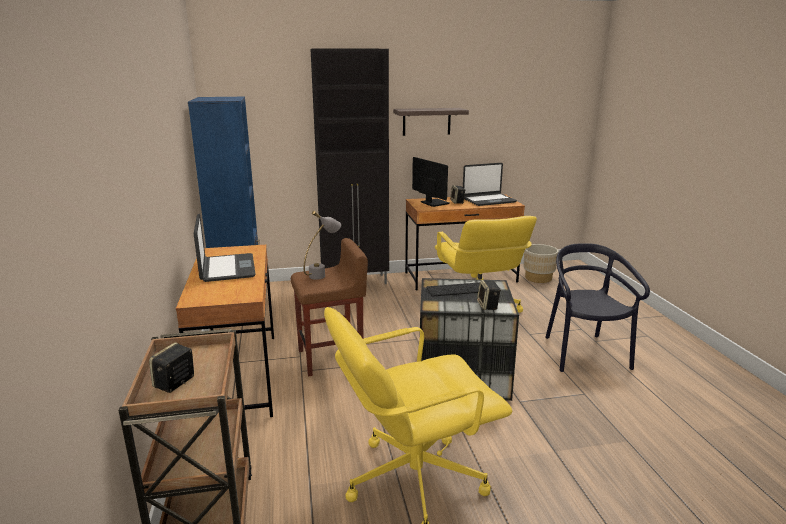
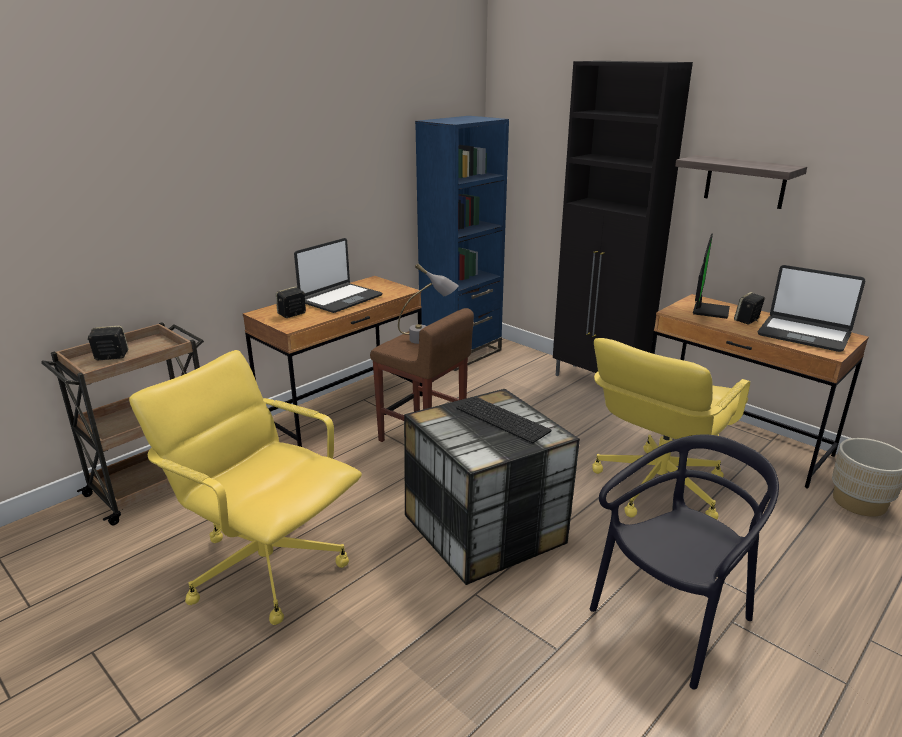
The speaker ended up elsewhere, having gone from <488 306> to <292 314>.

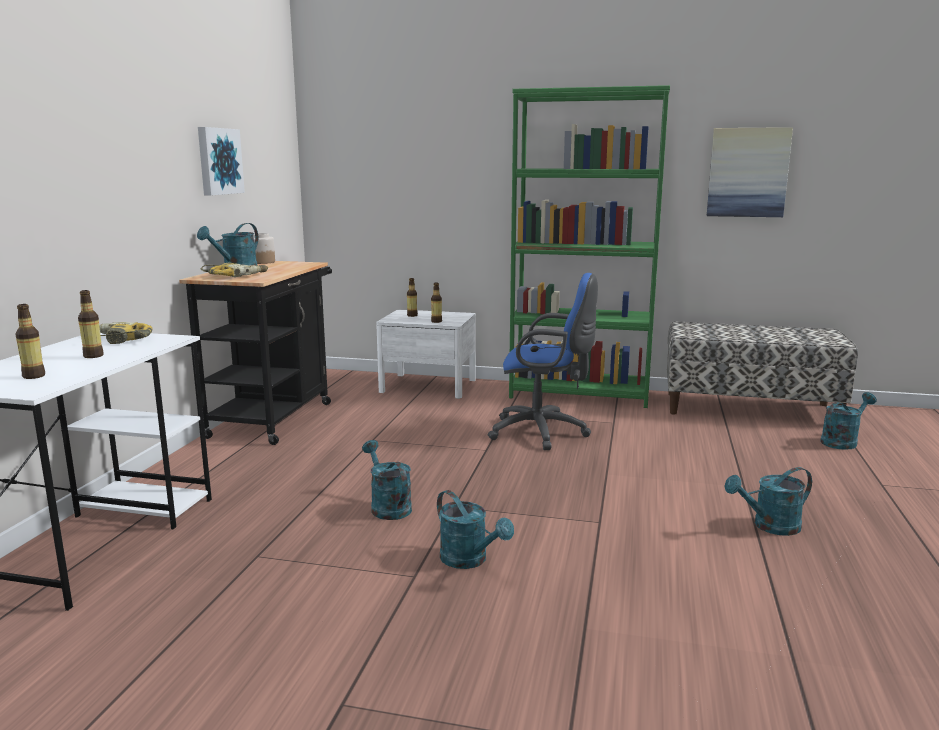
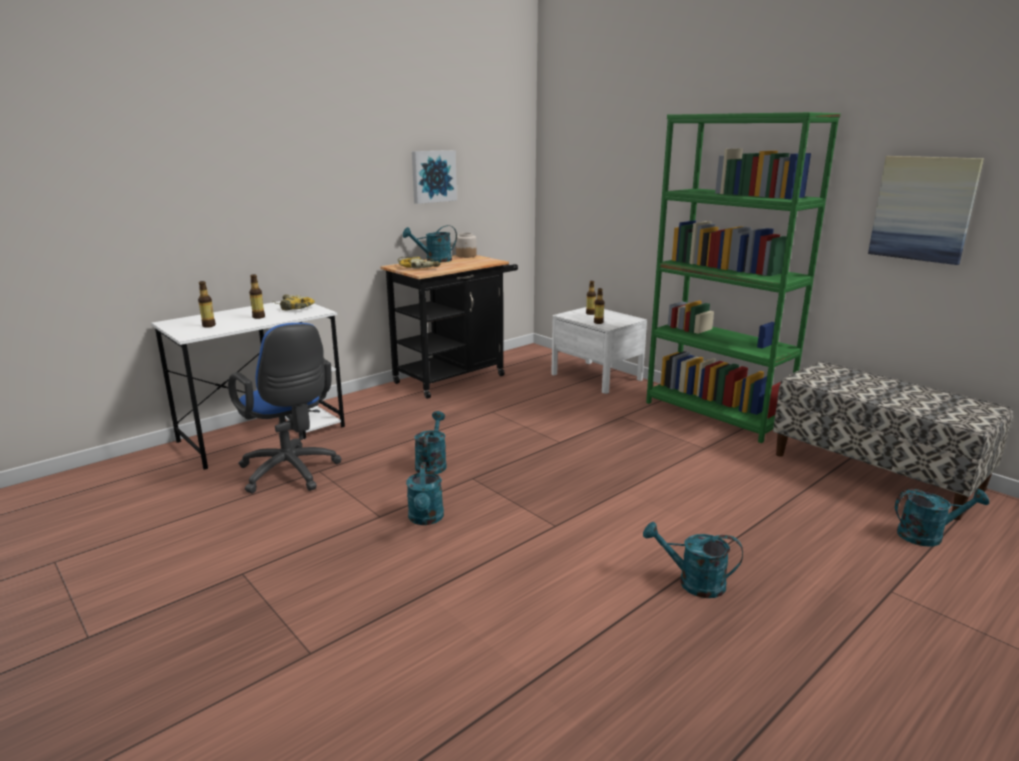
The blue_office_chair ended up elsewhere, having gone from <543 433> to <291 473>.

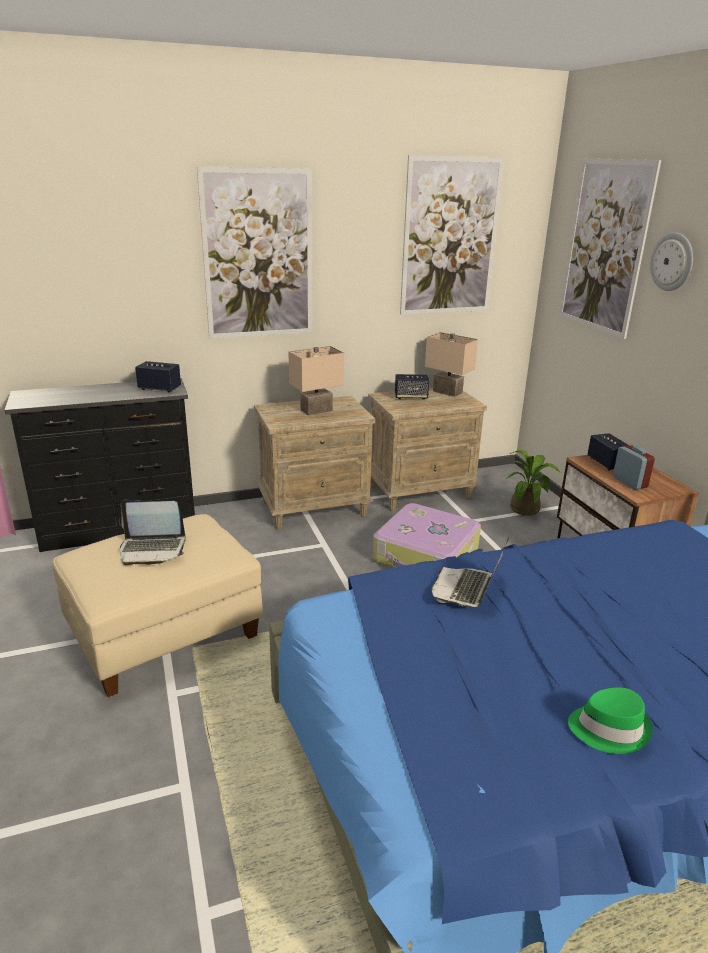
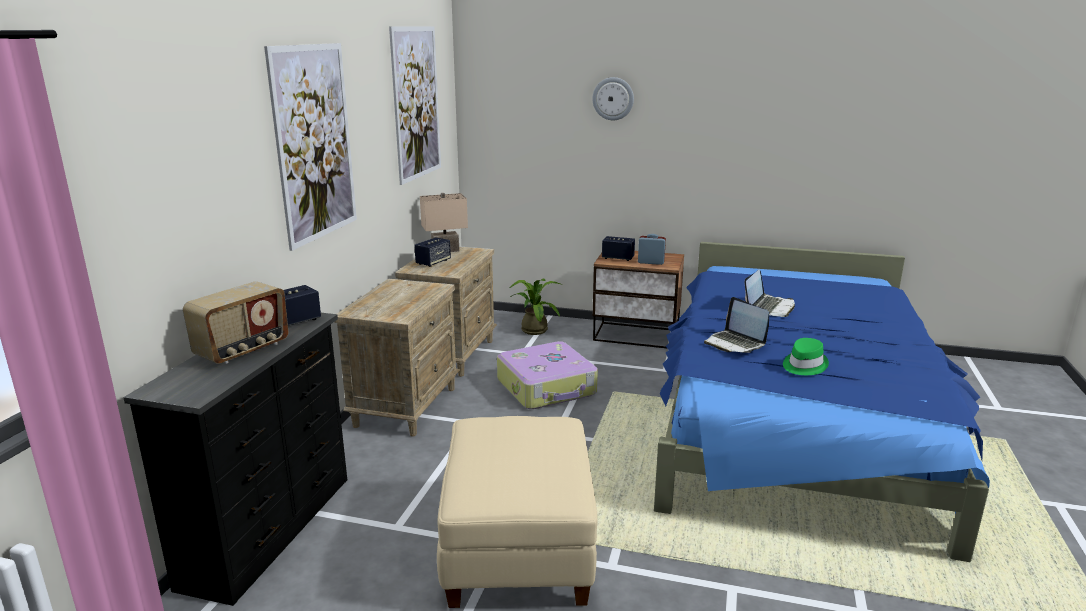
The laptop ended up elsewhere, having gone from <152 549> to <769 307>. The second view lost the beige_table_lamp at <316 411>. The second view lost the picture at <605 247>. The green_hat ended up elsewhere, having gone from <608 728> to <803 365>. The second view gained the radio at <243 350>.

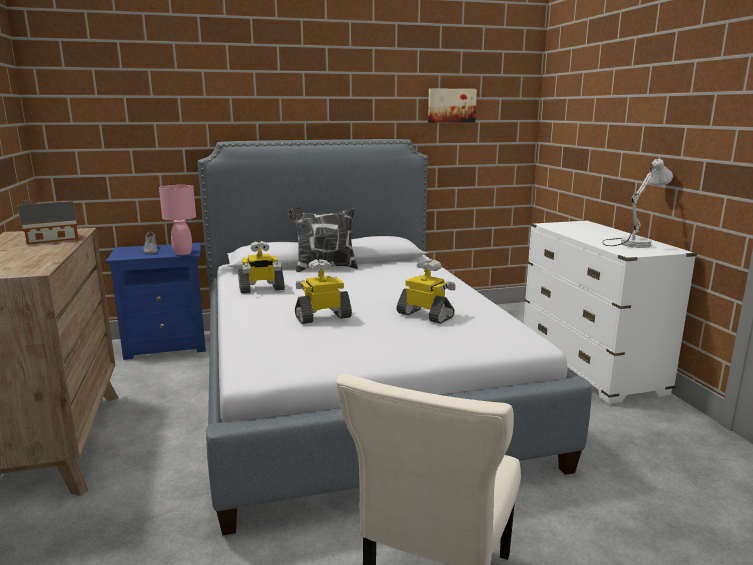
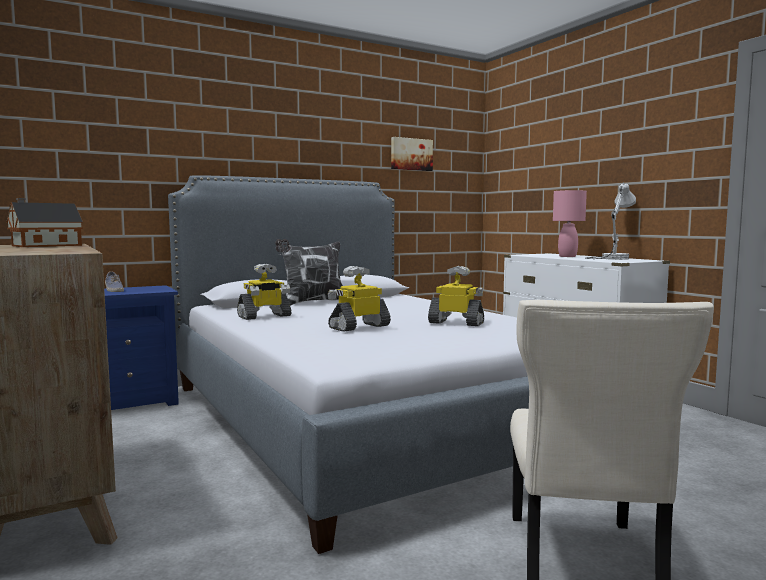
The pink_table_lamp ended up elsewhere, having gone from <183 253> to <567 256>.

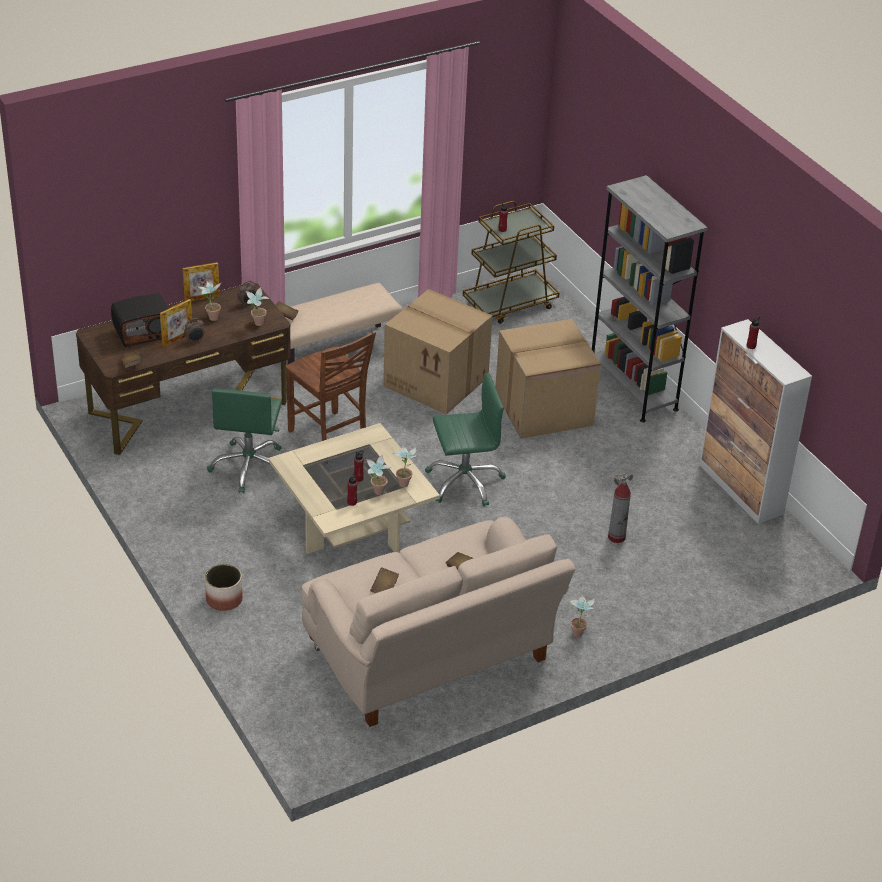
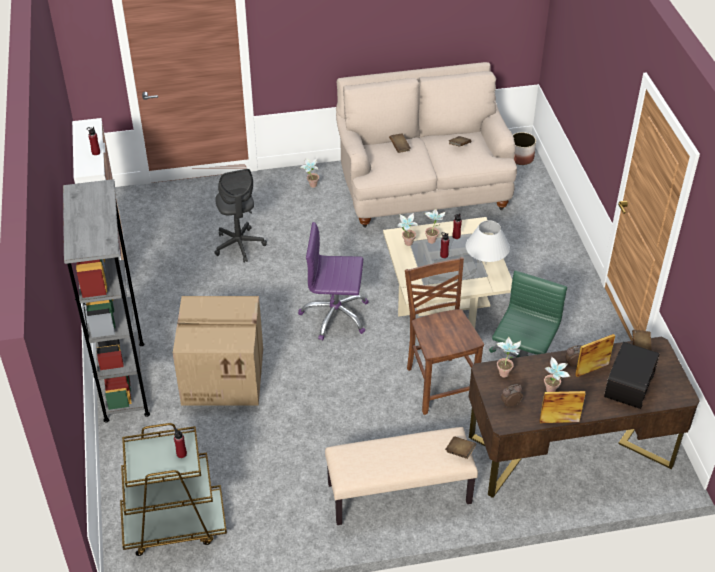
The radio at <143 332> ended up facing another way, 120 degrees clockwise from before. The planter ended up elsewhere, having gone from <224 599> to <521 158>. The second view lost the cardboard_box at <437 381>. What was the green_office_chair at <464 482> turned into the purple_office_chair at <335 316>. Where the fire_extinguisher stood at <616 537>, the grey_office_chair came to stand at <239 245>. The second view gained the white_table_lamp at <485 264>.

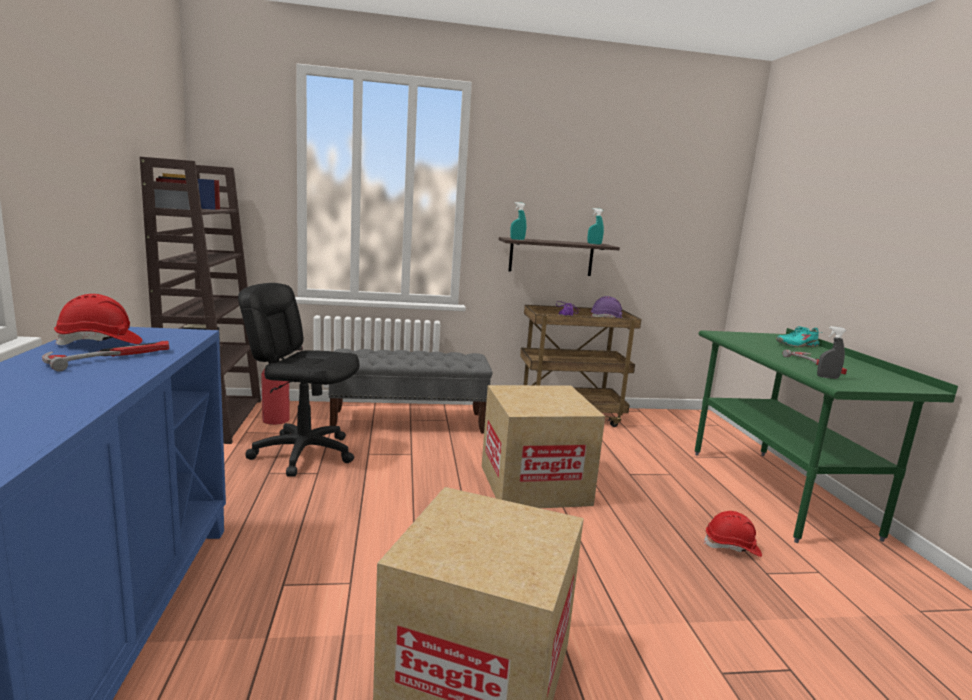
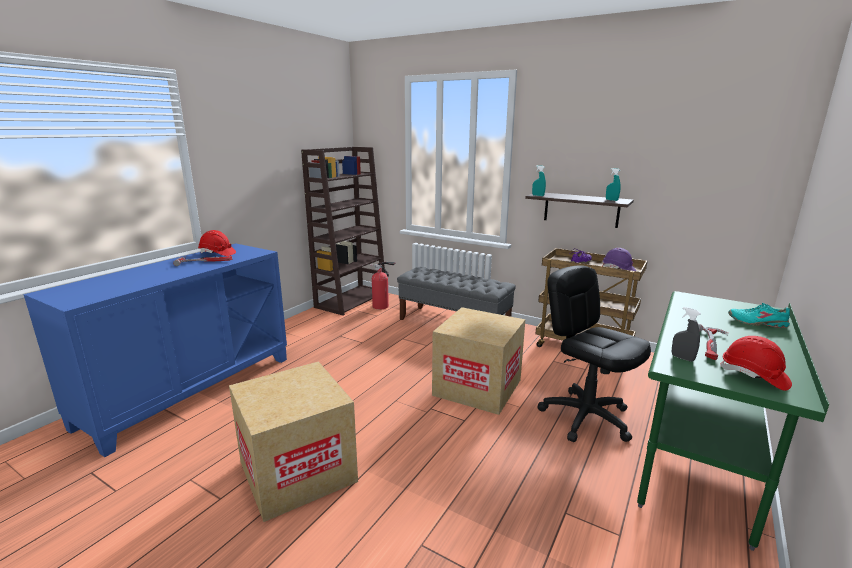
The black_office_chair ended up elsewhere, having gone from <303 453> to <586 417>. The red_hard_hat ended up elsewhere, having gone from <732 547> to <754 376>.

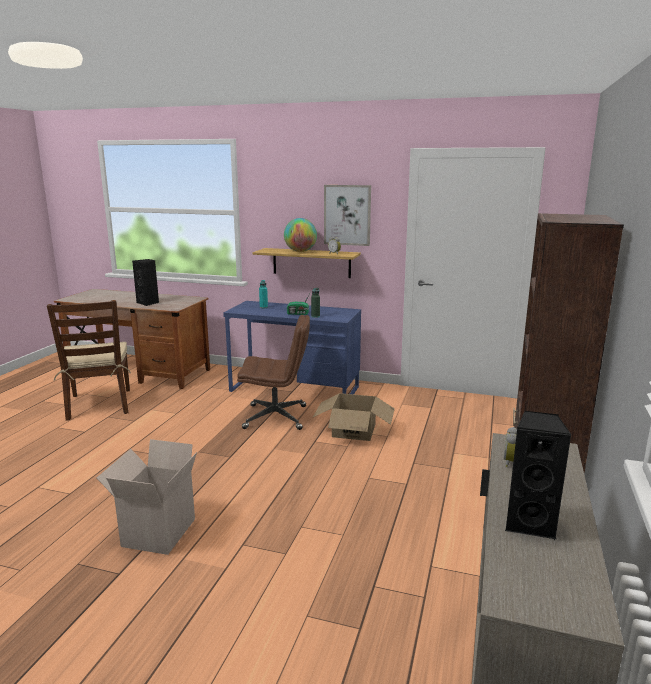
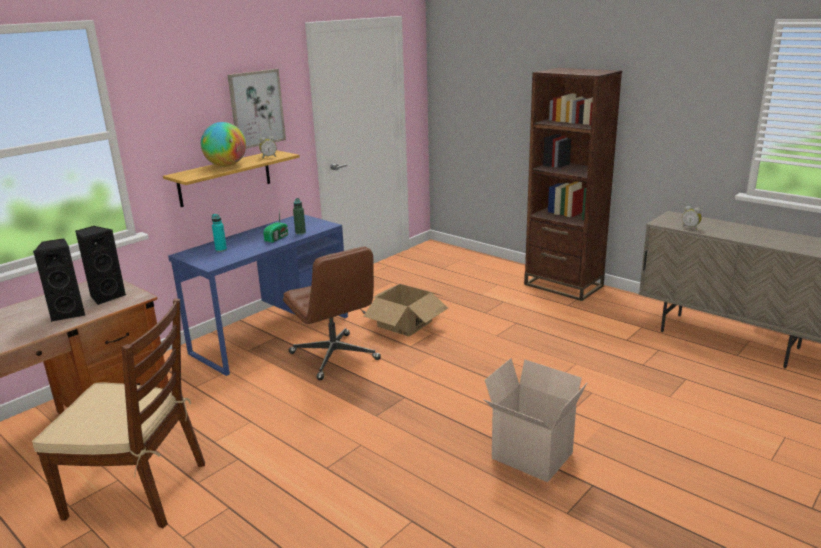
The brown_office_chair at <276 417> ended up facing another way, 120 degrees clockwise from before. The black_speaker ended up elsewhere, having gone from <530 523> to <106 296>.

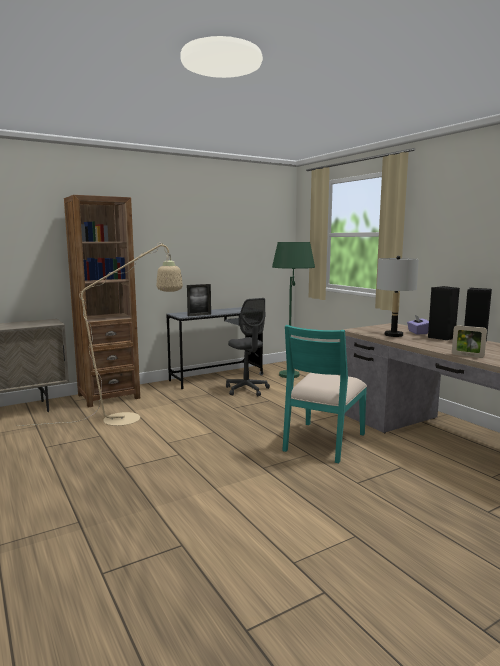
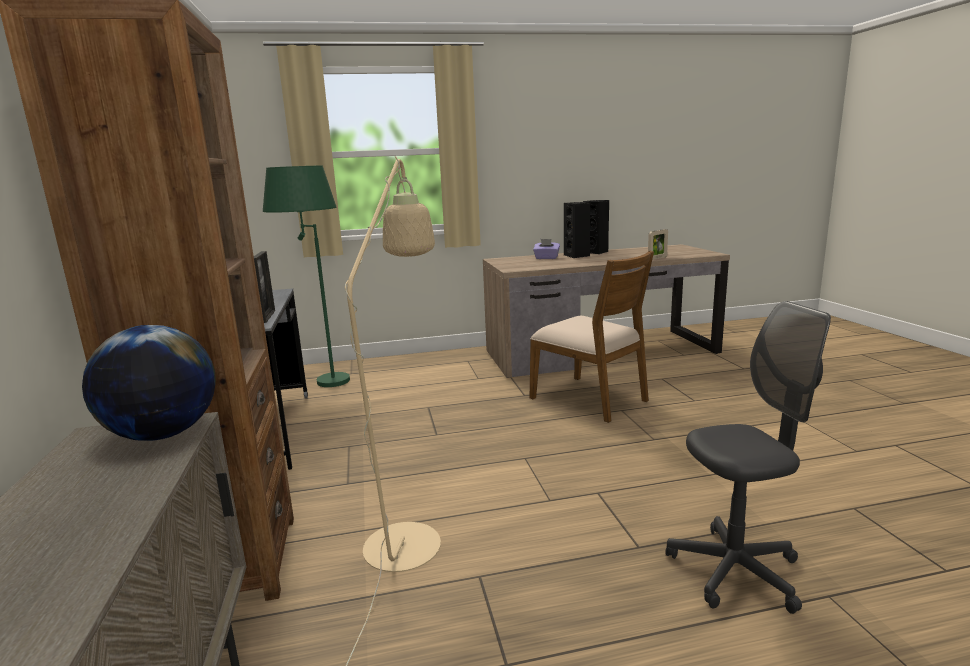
The grey_office_chair ended up elsewhere, having gone from <247 390> to <735 571>. What was the turquoise_chair at <323 442> turned into the brown_chair at <590 399>. The second view lost the grey_table_lamp at <393 335>. The second view gained the globe at <163 435>.

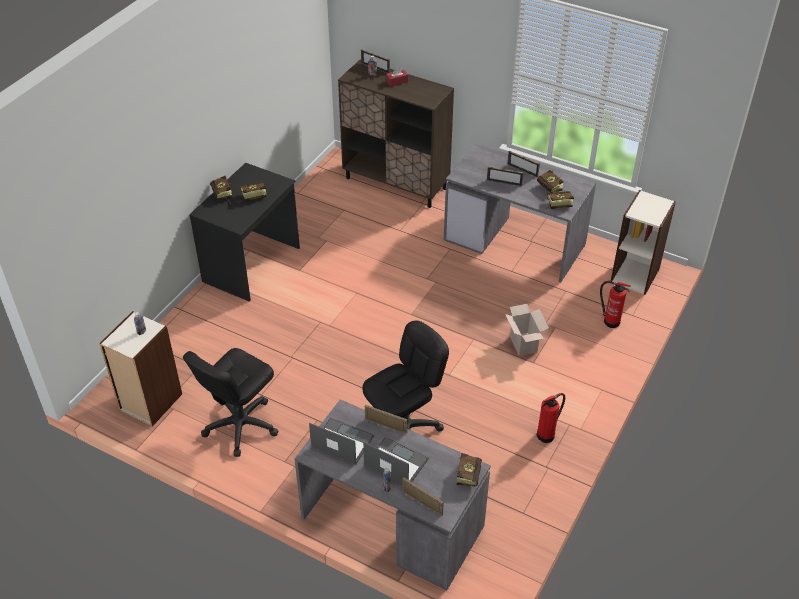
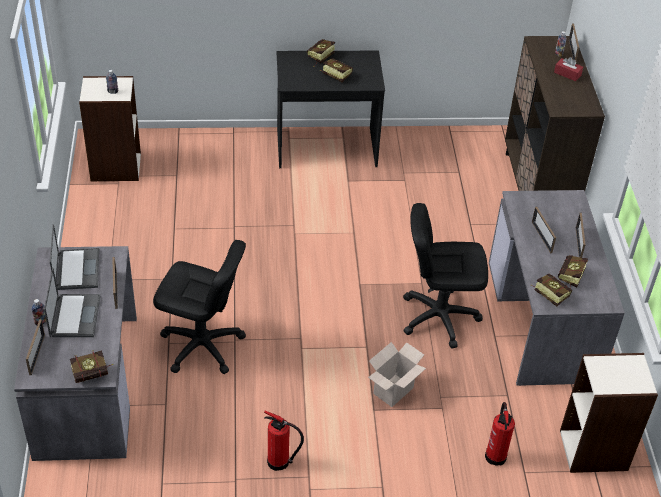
The black_office_chair ended up elsewhere, having gone from <240 425> to <439 317>.

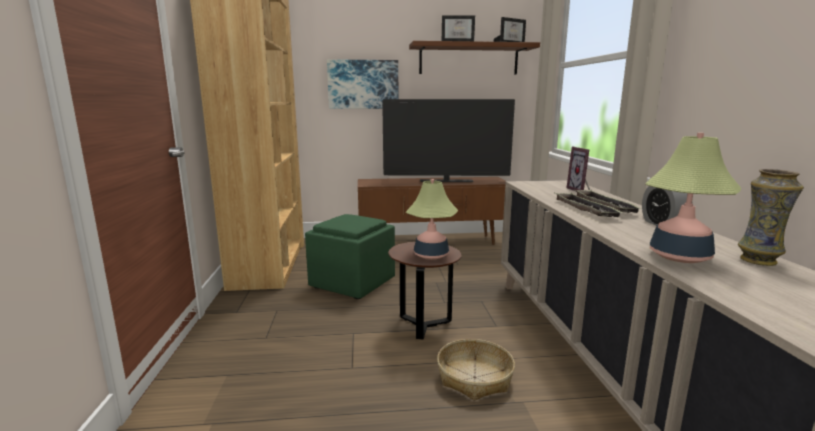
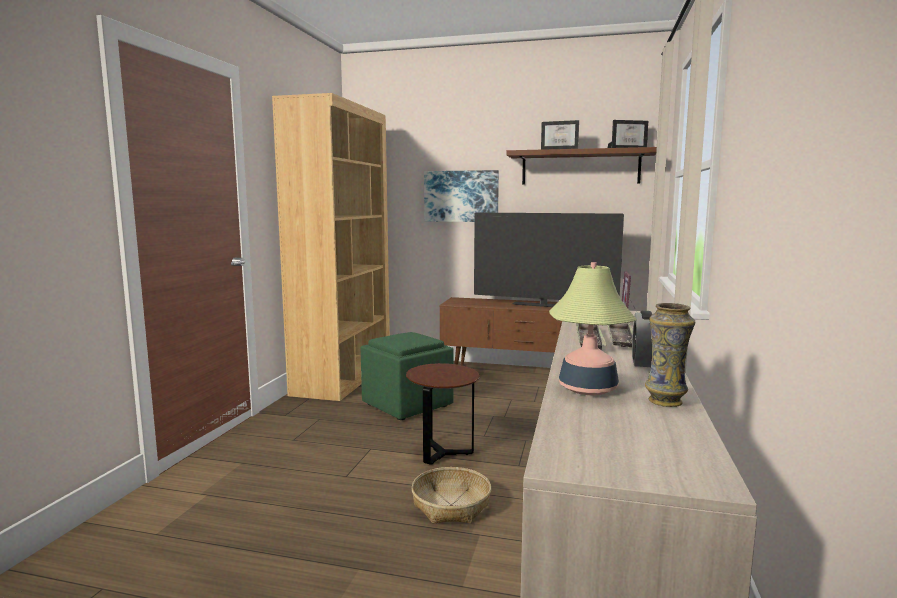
The second view lost the table_lamp at <431 255>.

